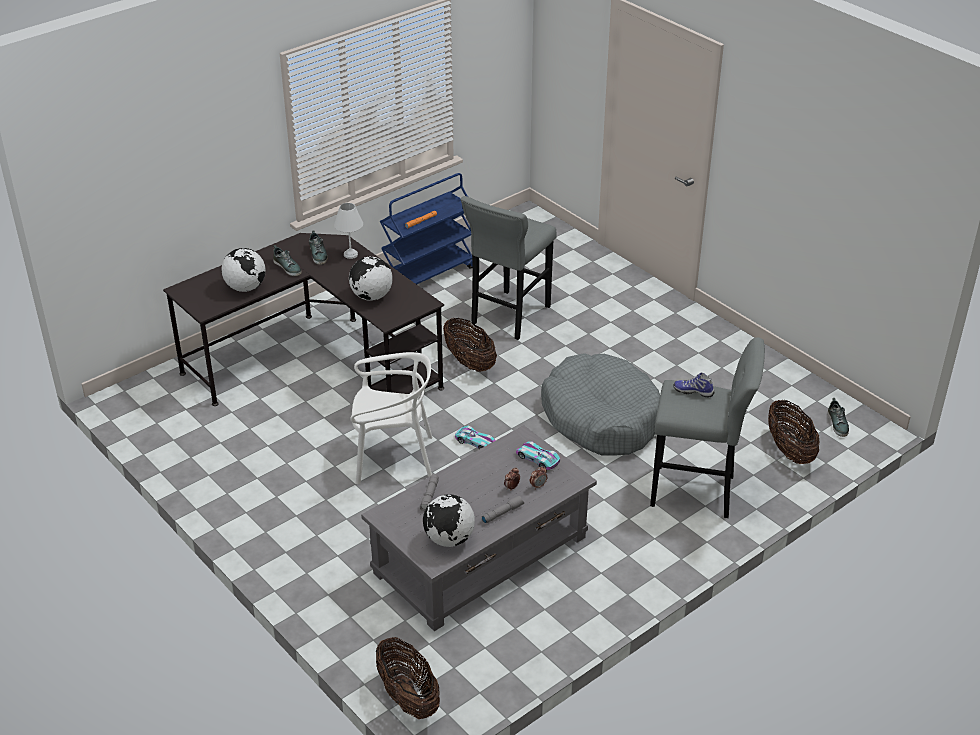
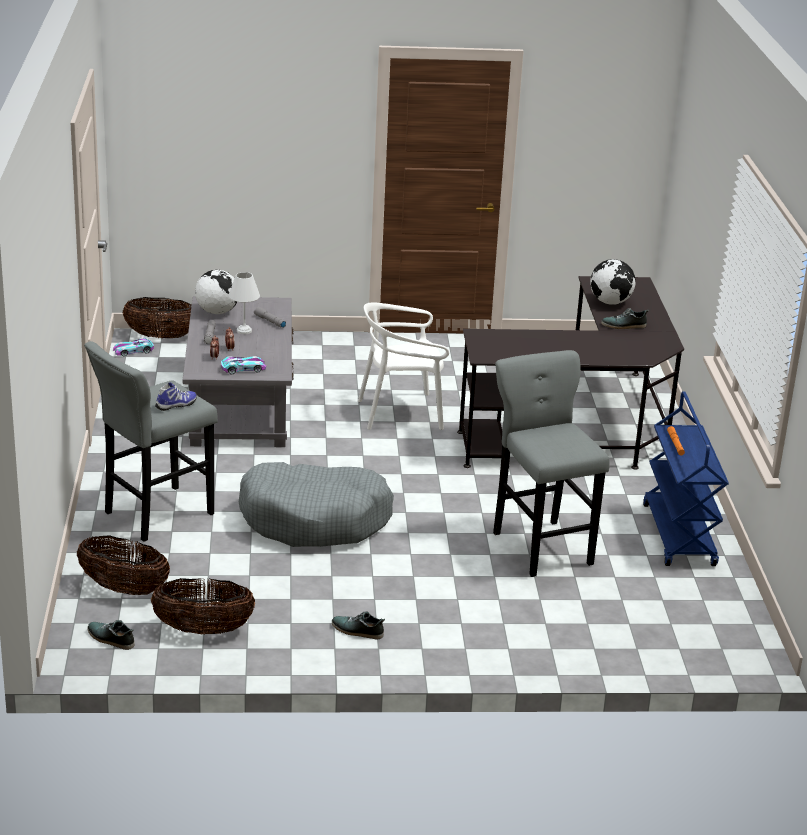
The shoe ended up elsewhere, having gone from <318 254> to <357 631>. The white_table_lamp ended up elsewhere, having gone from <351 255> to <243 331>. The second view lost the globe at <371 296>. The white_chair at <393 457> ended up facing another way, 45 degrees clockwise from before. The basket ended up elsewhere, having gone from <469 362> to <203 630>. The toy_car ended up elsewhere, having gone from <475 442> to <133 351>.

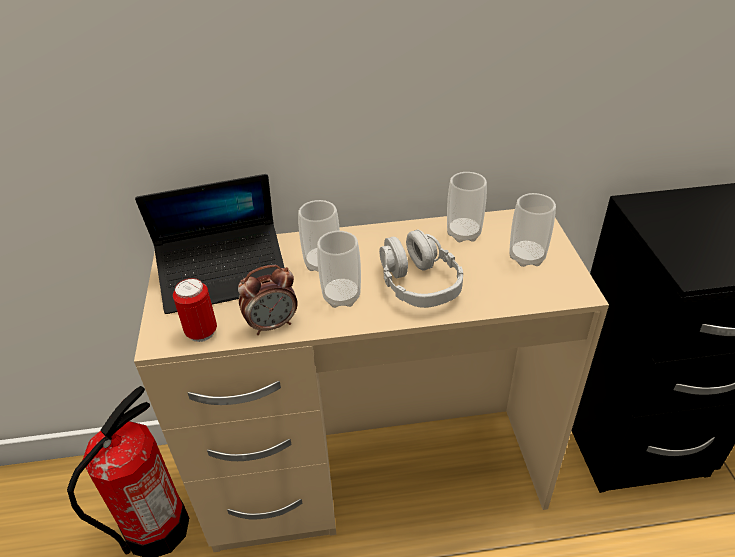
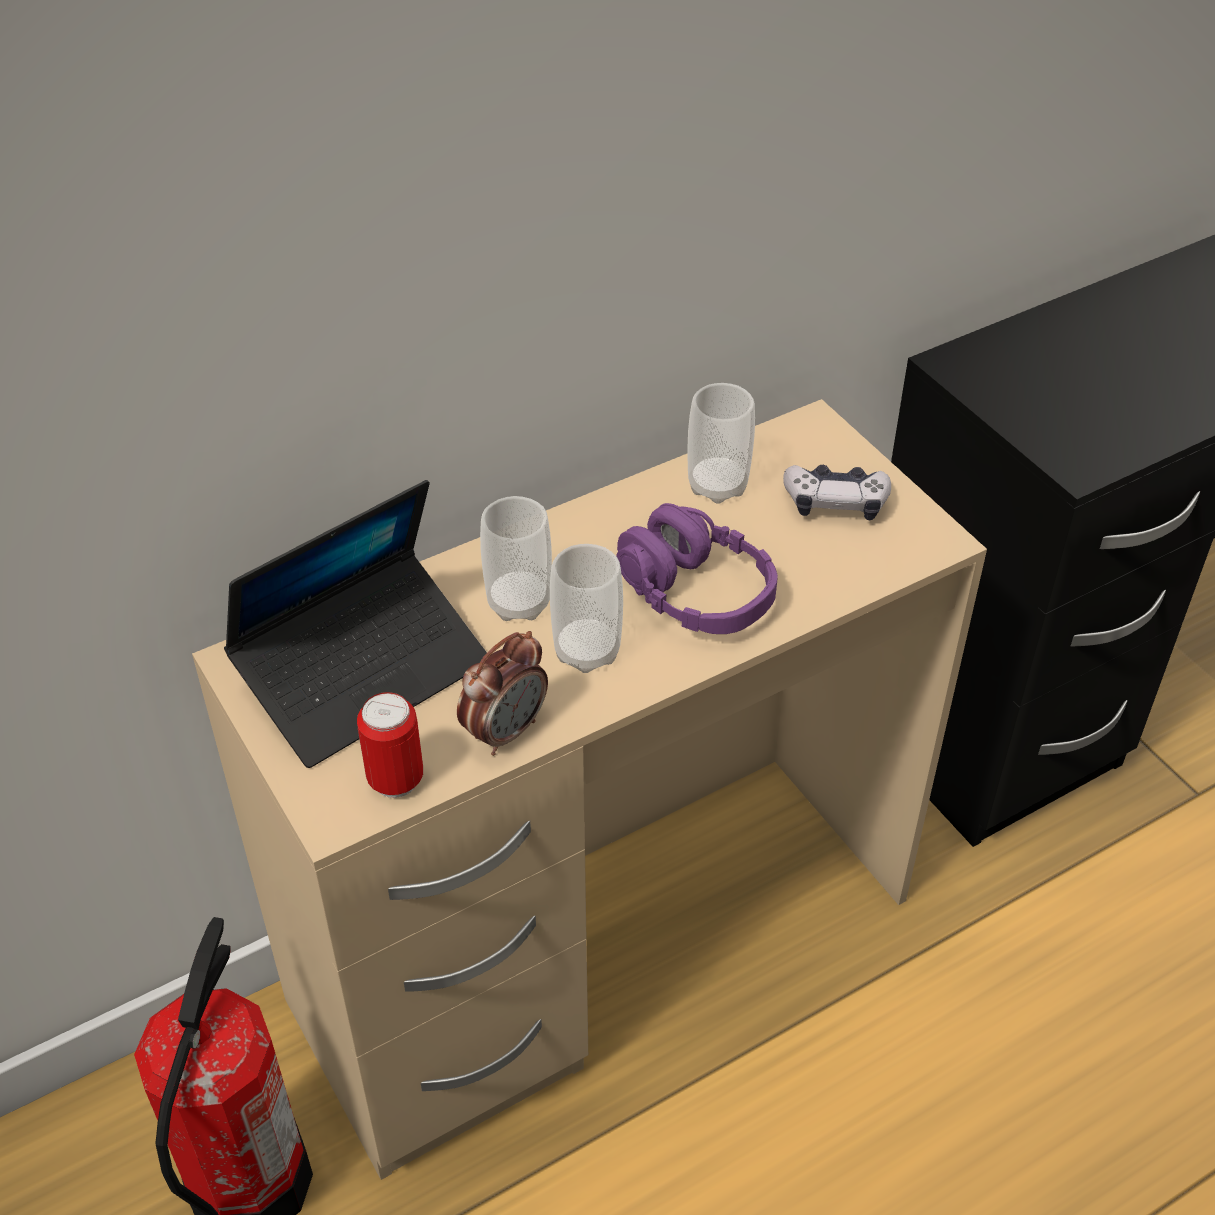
What was the grey_headphones at <419 283> turned into the purple_headphones at <695 592>. Where the cup stood at <527 257>, the game_controller came to stand at <835 502>.

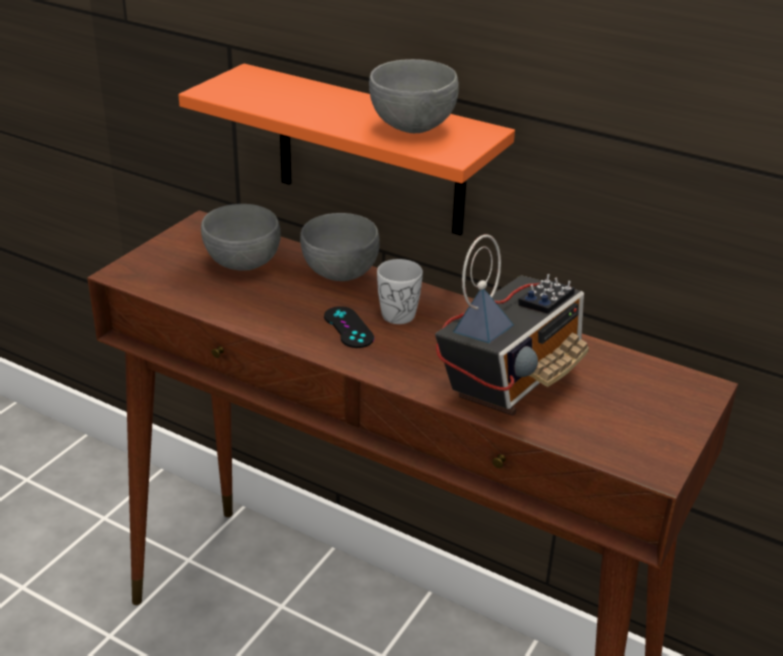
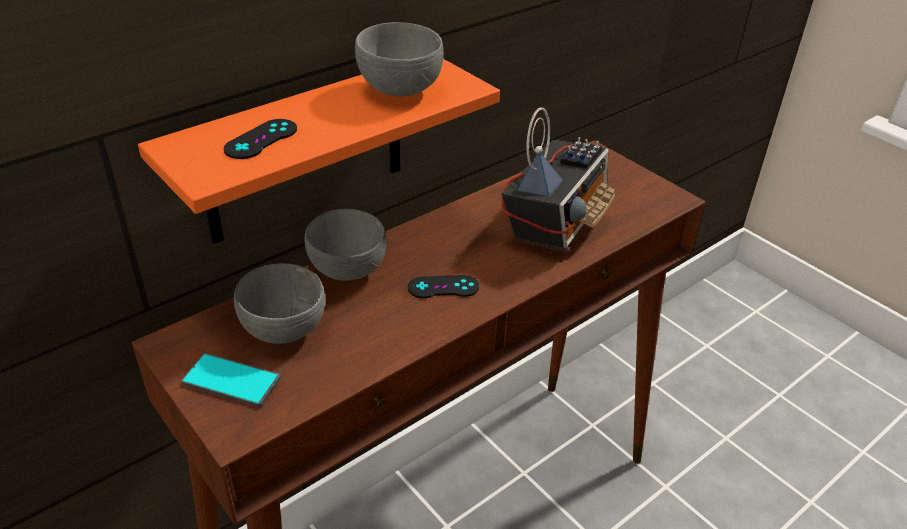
The second view lost the white_mug at <402 312>. The radio at <512 379> ended up facing another way, 60 degrees clockwise from before. The second view gained the phone at <231 381>. The second view gained the black_game_controller at <261 139>.

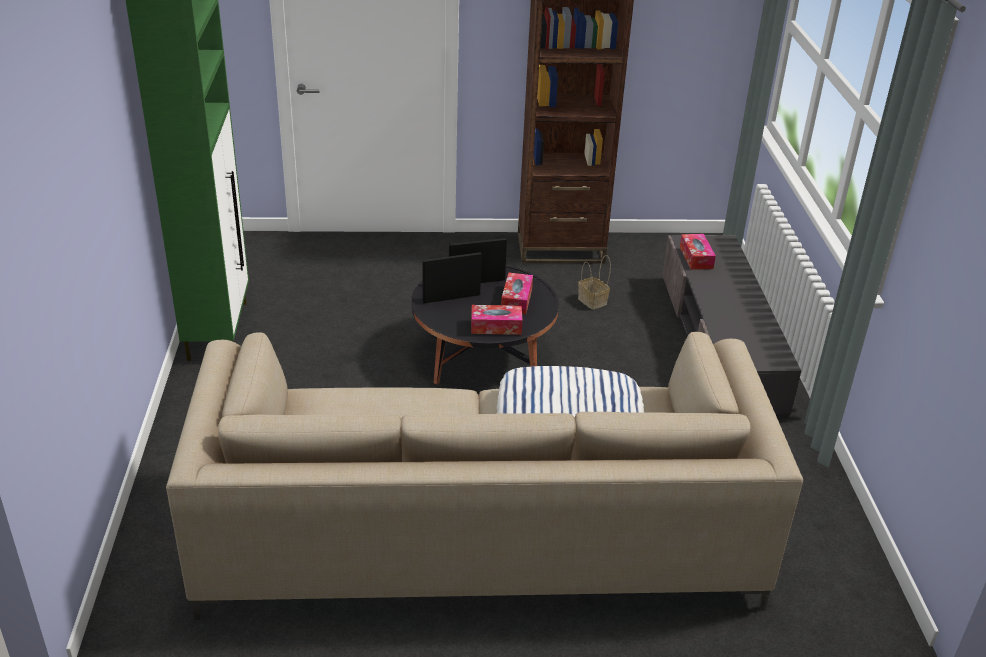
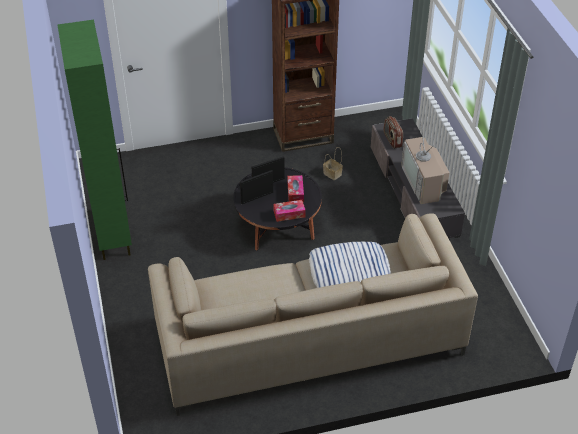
Where the tissue_box stood at <696 258>, the radio came to stand at <392 140>. The second view gained the television at <424 183>.

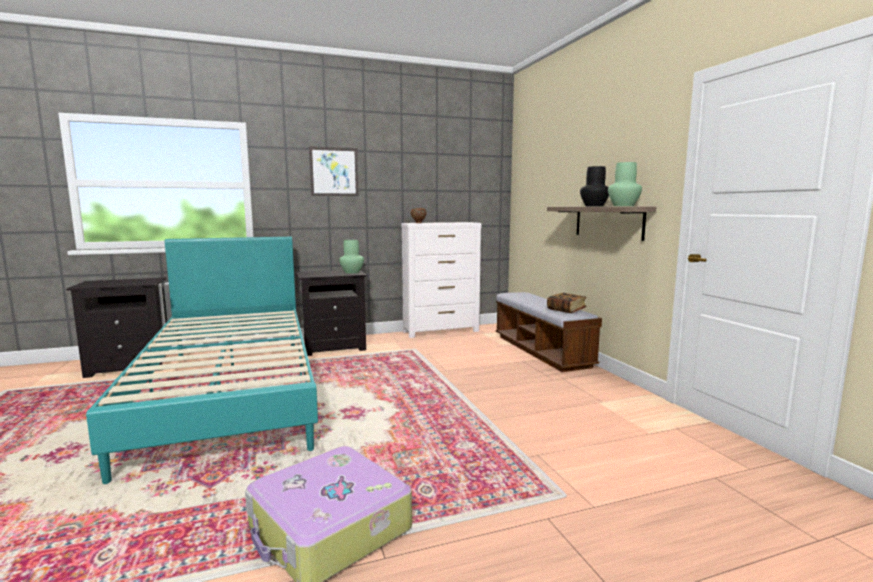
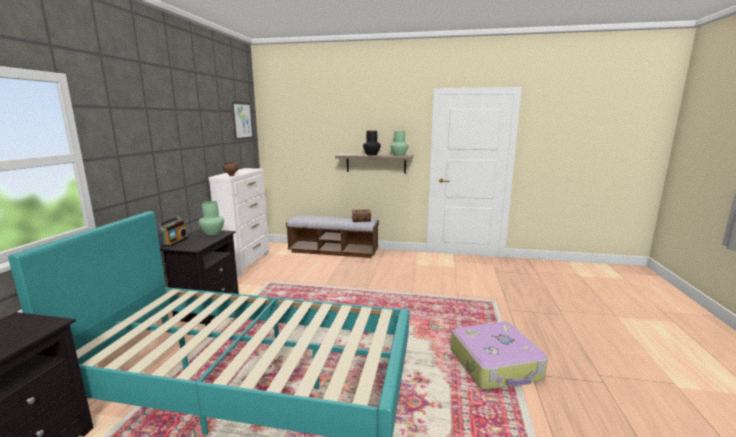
The picture ended up elsewhere, having gone from <334 172> to <242 120>. The second view gained the radio at <175 242>.

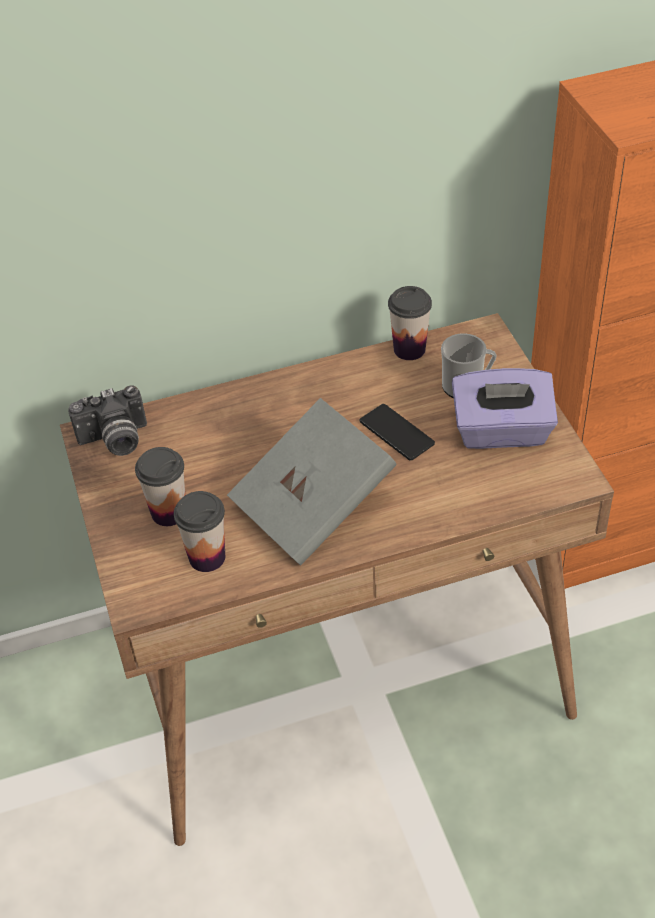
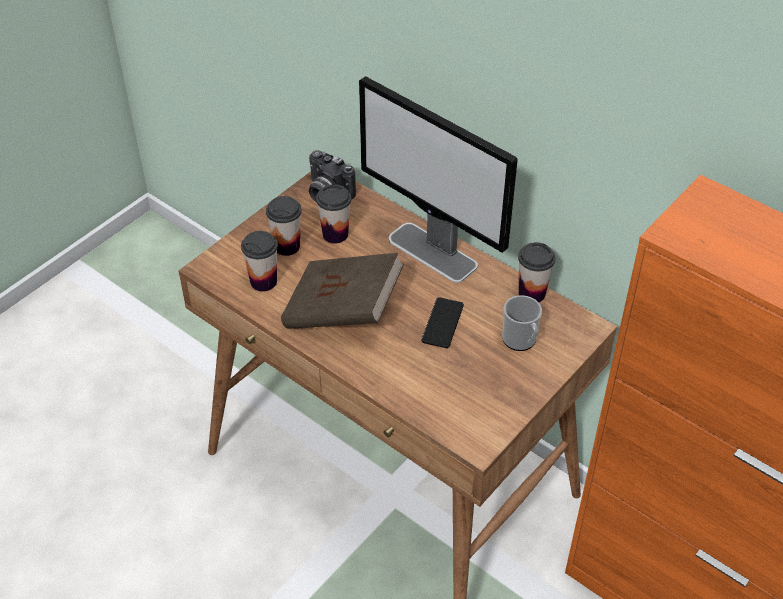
What was the grey_book at <313 506> turned into the brown_book at <343 311>. The second view lost the purple_tissue_box at <502 432>. The second view gained the cup at <335 234>. The second view gained the monitor at <433 253>.

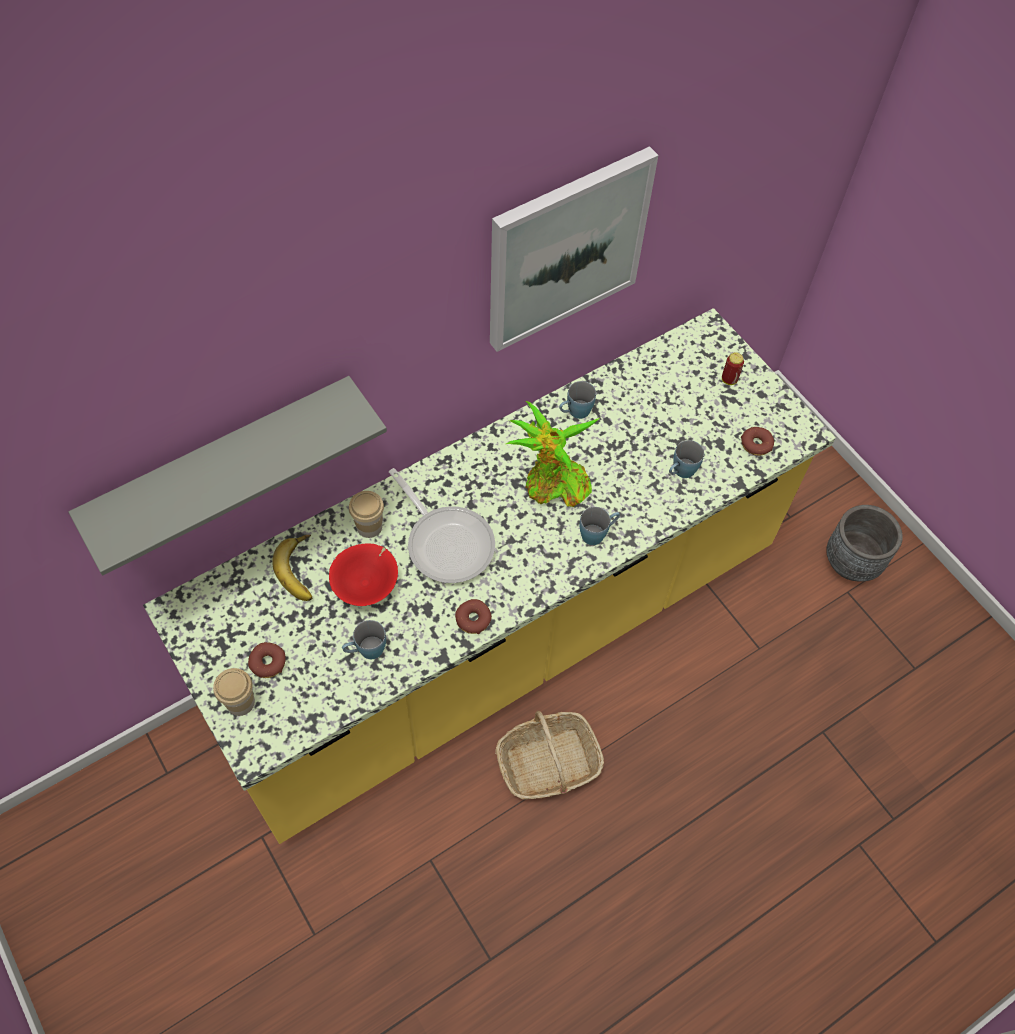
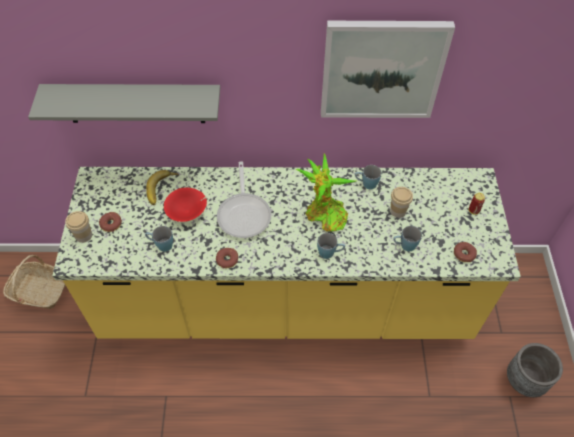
The cup ended up elsewhere, having gone from <369 526> to <398 211>. The basket ended up elsewhere, having gone from <548 763> to <39 291>.

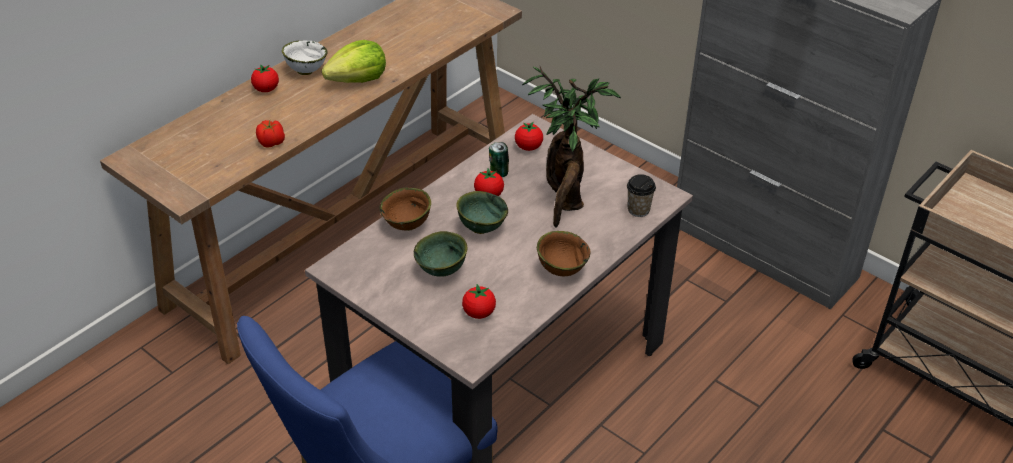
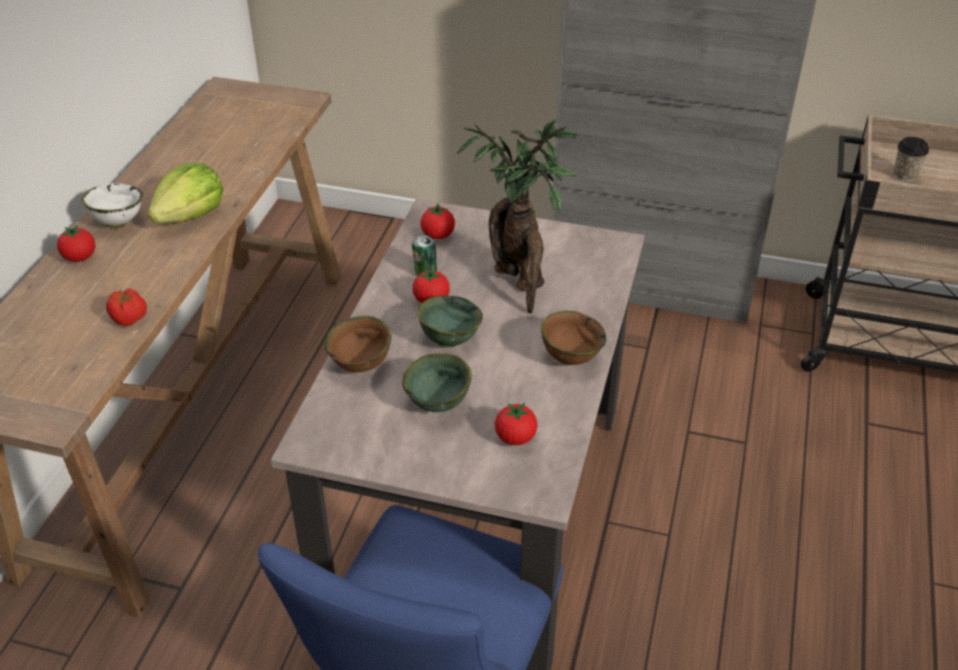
The cup ended up elsewhere, having gone from <638 210> to <904 175>.

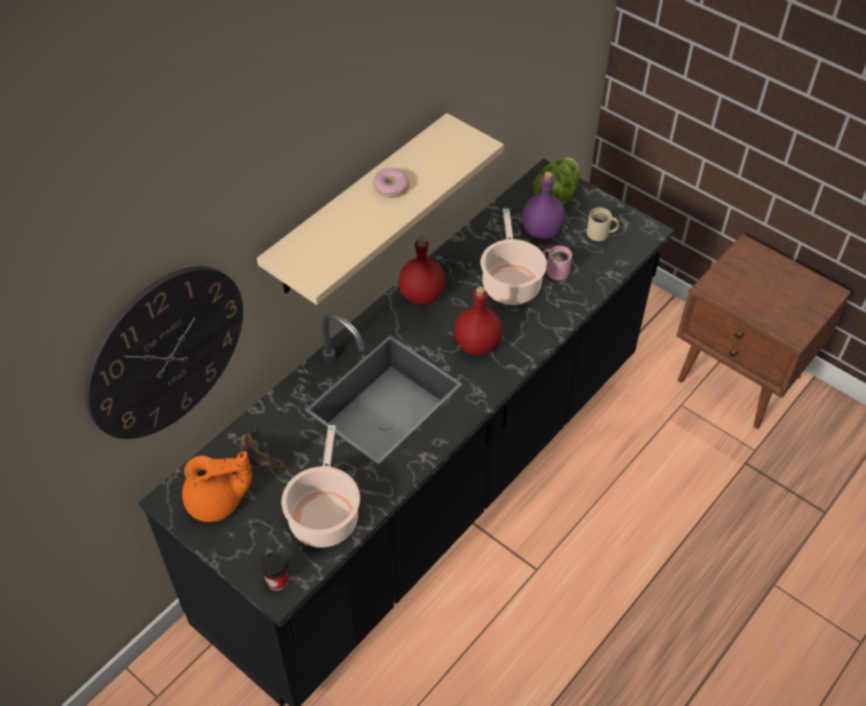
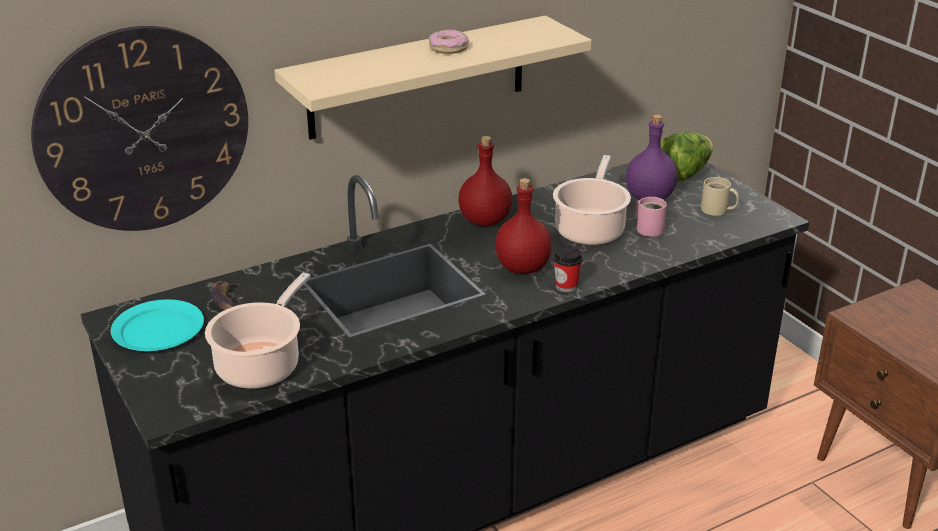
Where the orange_teapot stood at <217 502>, the turquoise_plate came to stand at <158 330>. The cup ended up elsewhere, having gone from <277 581> to <566 286>.

